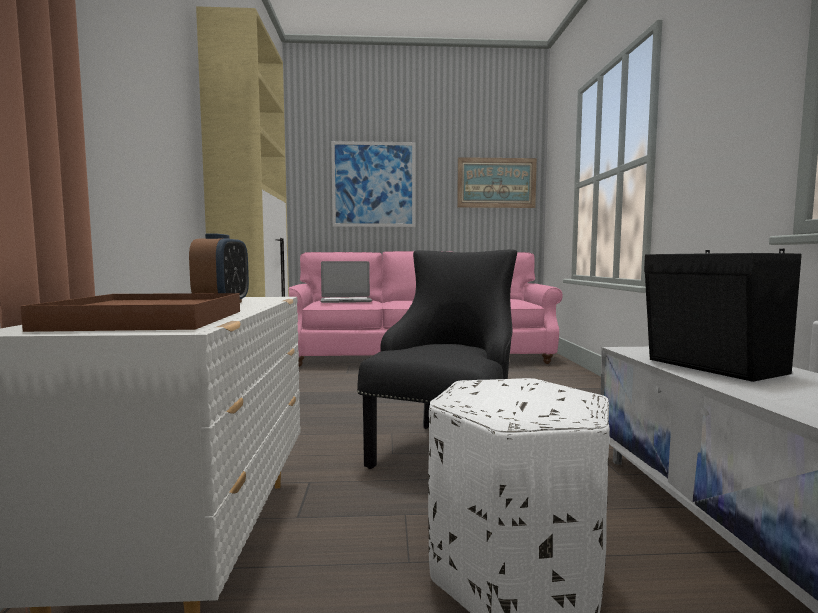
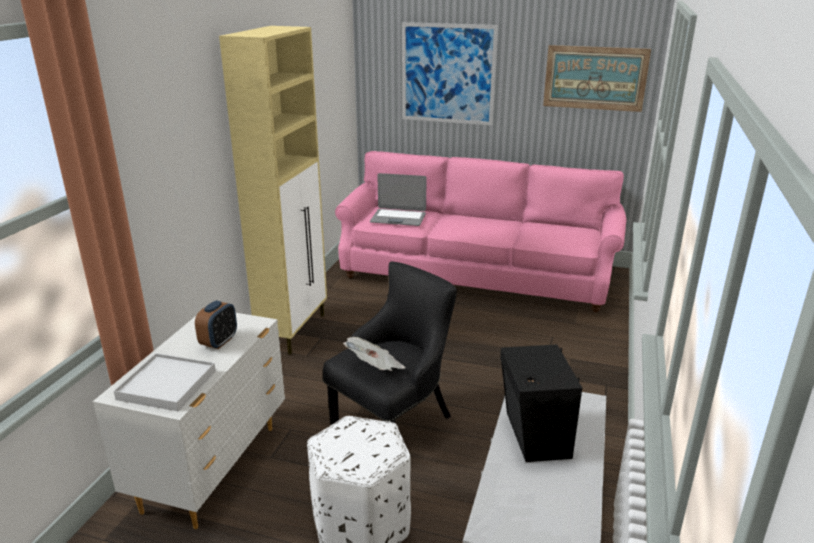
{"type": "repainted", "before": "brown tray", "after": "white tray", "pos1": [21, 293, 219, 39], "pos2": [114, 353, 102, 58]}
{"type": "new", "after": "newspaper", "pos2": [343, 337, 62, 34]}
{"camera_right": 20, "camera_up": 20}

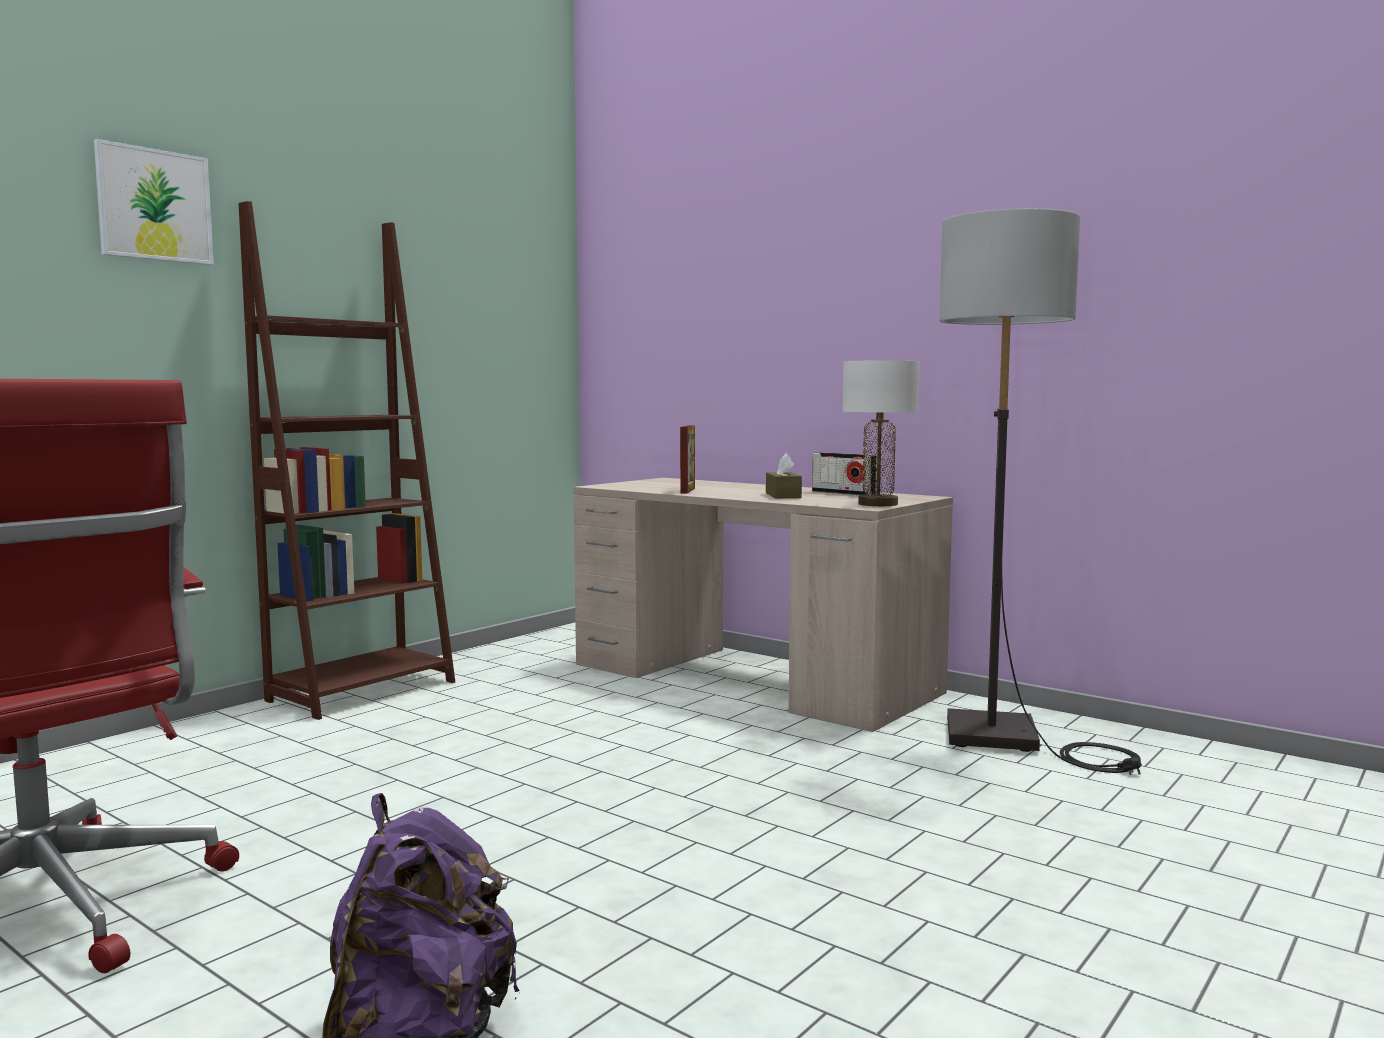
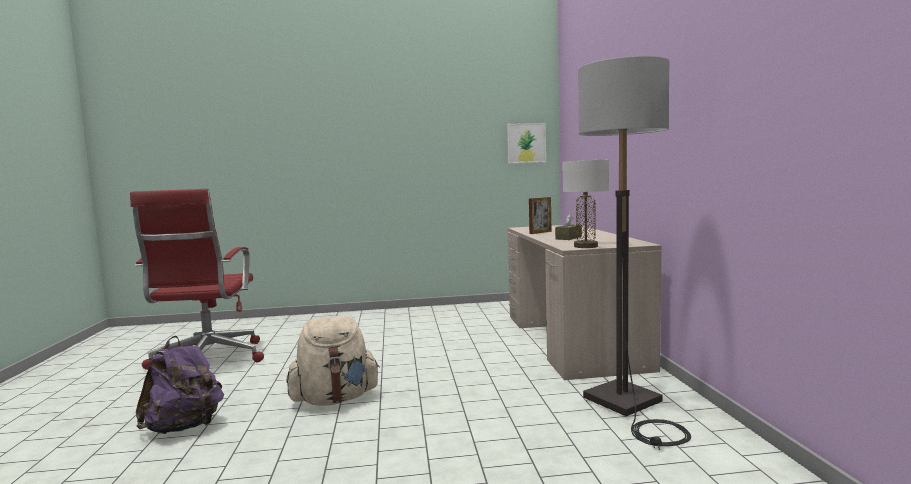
{"type": "new", "after": "beige backpack", "pos2": [286, 316, 94, 90]}
{"type": "shifted", "before": "picture", "pos1": [94, 139, 120, 126], "pos2": [507, 123, 39, 41]}
{"type": "gone", "before": "brown bookcase", "pos1": [239, 201, 216, 519]}
{"type": "gone", "before": "radio", "pos1": [812, 452, 65, 43]}
{"camera_right": 45, "camera_up": 0}

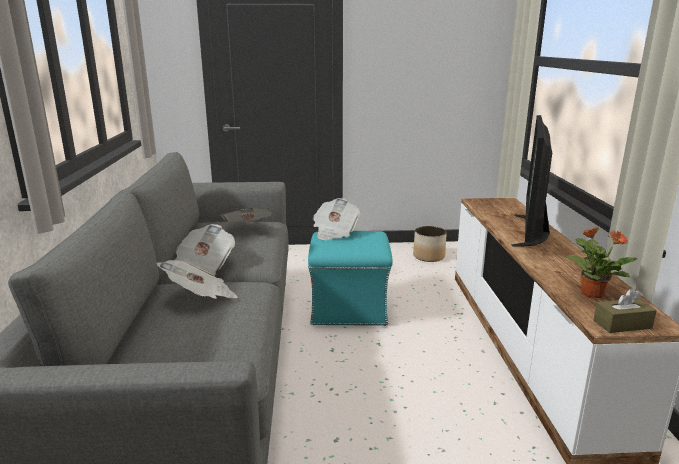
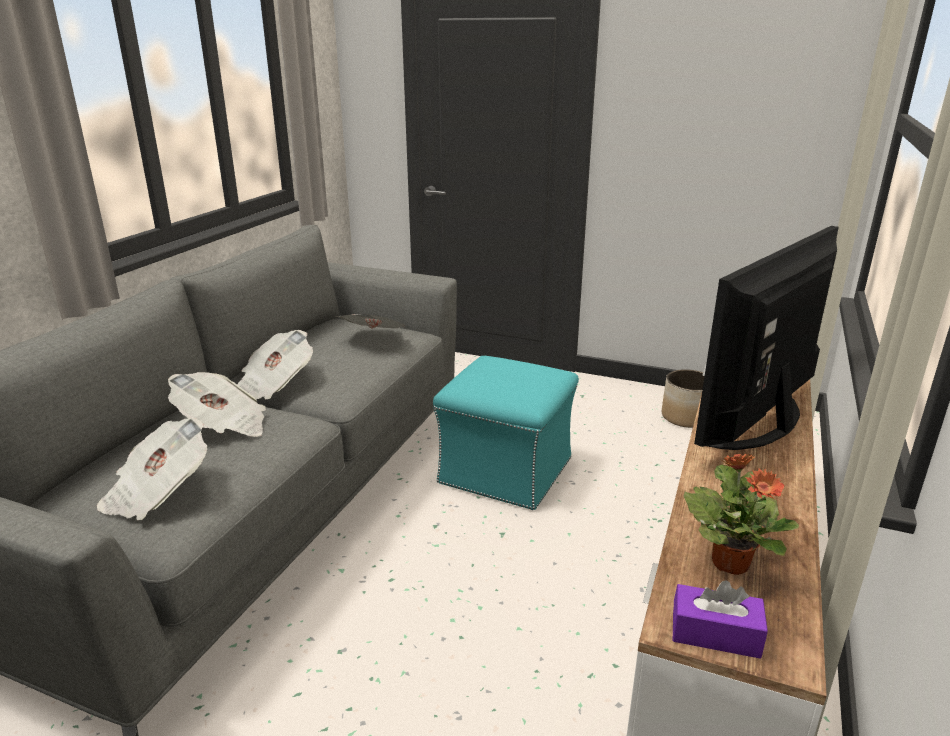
{"type": "shifted", "before": "newspaper", "pos1": [313, 198, 48, 42], "pos2": [97, 418, 110, 102]}
{"type": "repainted", "before": "brown tissue box", "after": "purple tissue box", "pos1": [594, 288, 63, 45], "pos2": [673, 580, 95, 79]}
{"camera_right": 25, "camera_up": 5}

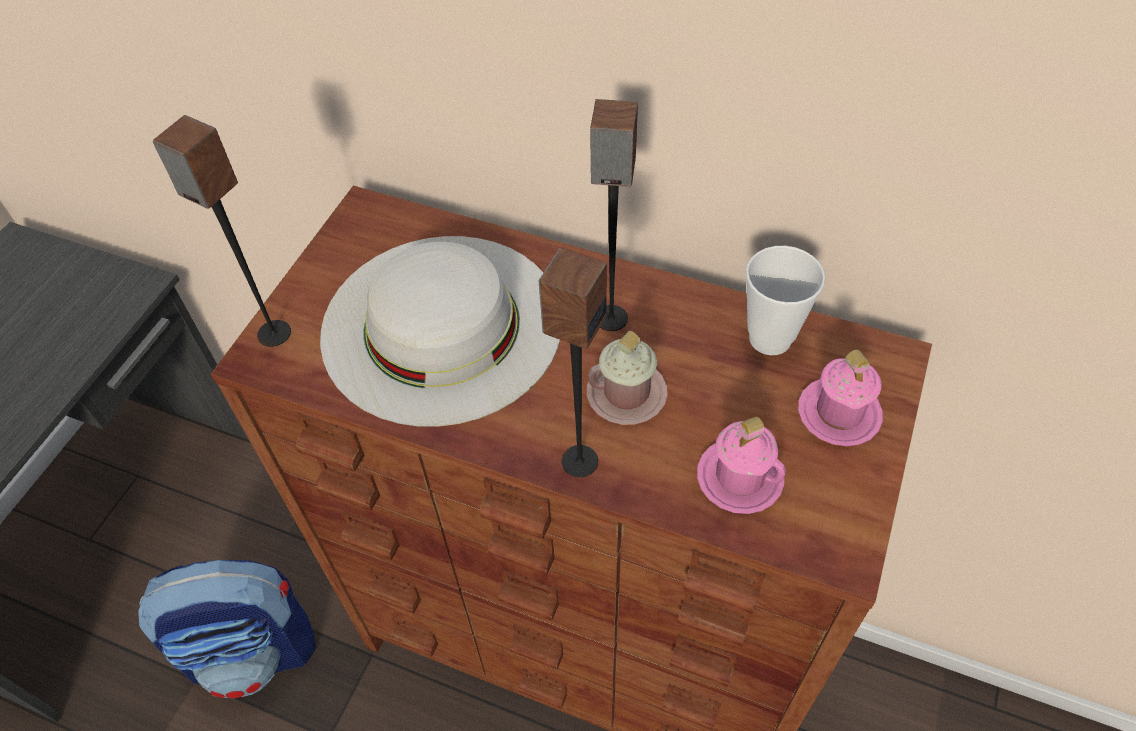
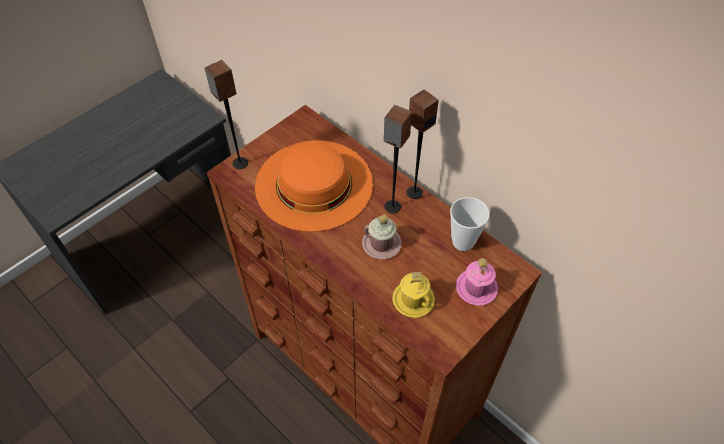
{"type": "repainted", "before": "white hat", "after": "orange hat", "pos1": [320, 236, 240, 191], "pos2": [255, 140, 118, 92]}
{"type": "repainted", "before": "pink mug", "after": "yellow mug", "pos1": [697, 417, 89, 97], "pos2": [392, 272, 43, 46]}
{"type": "shifted", "before": "speaker", "pos1": [538, 248, 69, 229], "pos2": [406, 89, 33, 110]}
{"type": "gone", "before": "backpack", "pos1": [138, 560, 178, 138]}
{"camera_right": 20, "camera_up": 0}

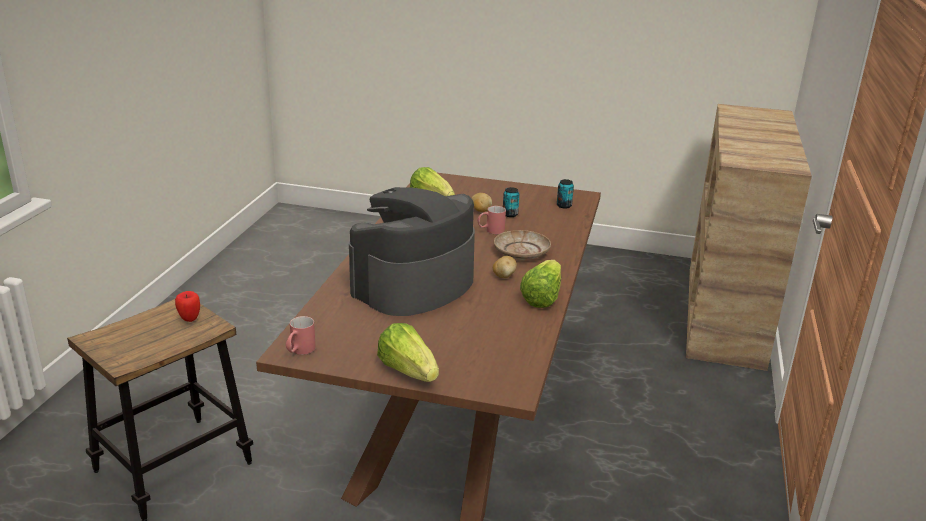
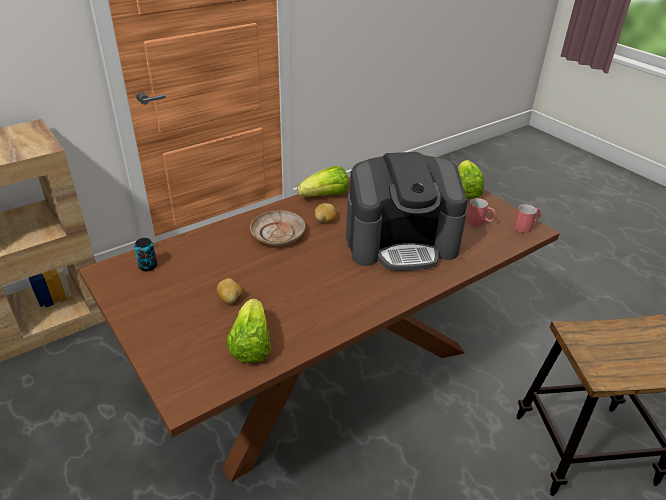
{"type": "shifted", "before": "red mug", "pos1": [477, 206, 29, 28], "pos2": [466, 198, 30, 29]}
{"type": "gone", "before": "apple", "pos1": [175, 291, 25, 31]}
{"type": "gone", "before": "can", "pos1": [503, 187, 16, 30]}
{"camera_right": -140, "camera_up": 10}

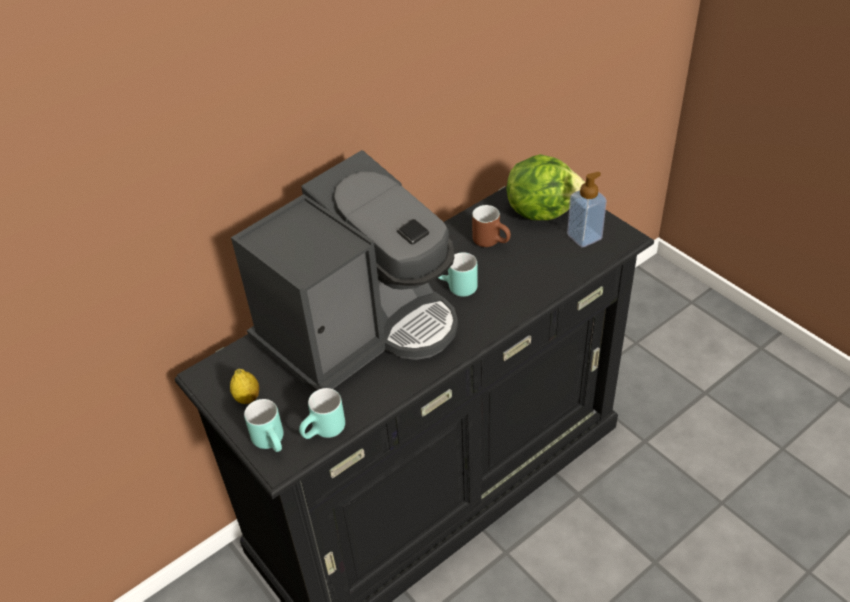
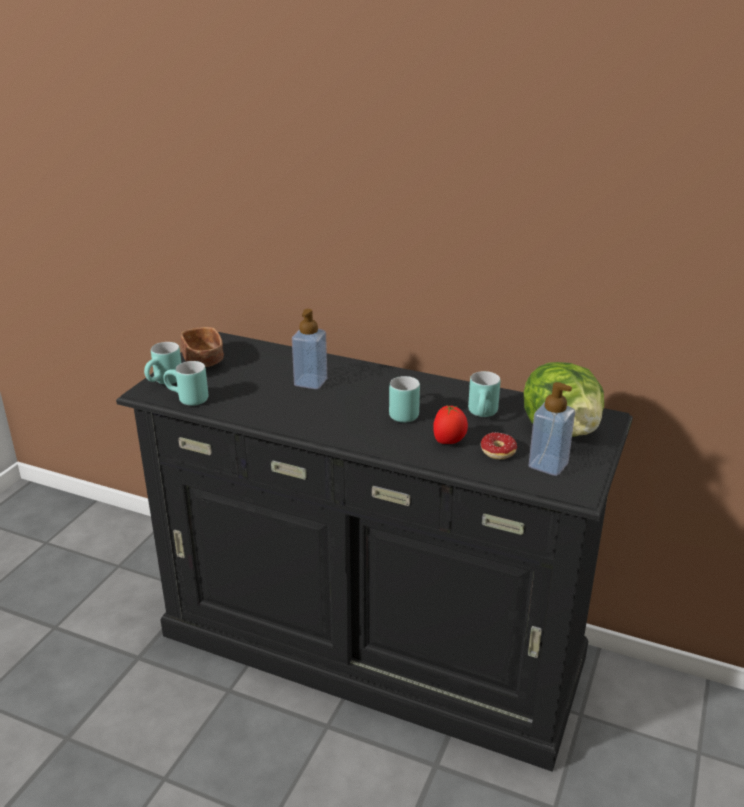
{"type": "swapped", "before": "lemon", "after": "brown bowl", "pos1": [230, 369, 29, 35], "pos2": [181, 327, 43, 40]}
{"type": "swapped", "before": "coffee machine", "after": "soap dispenser", "pos1": [231, 150, 227, 242], "pos2": [292, 309, 35, 80]}
{"type": "new", "after": "tomato", "pos2": [433, 405, 35, 39]}
{"type": "repainted", "before": "brown mug", "after": "turquoise mug", "pos1": [472, 205, 39, 42], "pos2": [468, 371, 32, 46]}
{"type": "new", "after": "donut", "pos2": [481, 432, 36, 27]}
{"camera_right": 60, "camera_up": -15}

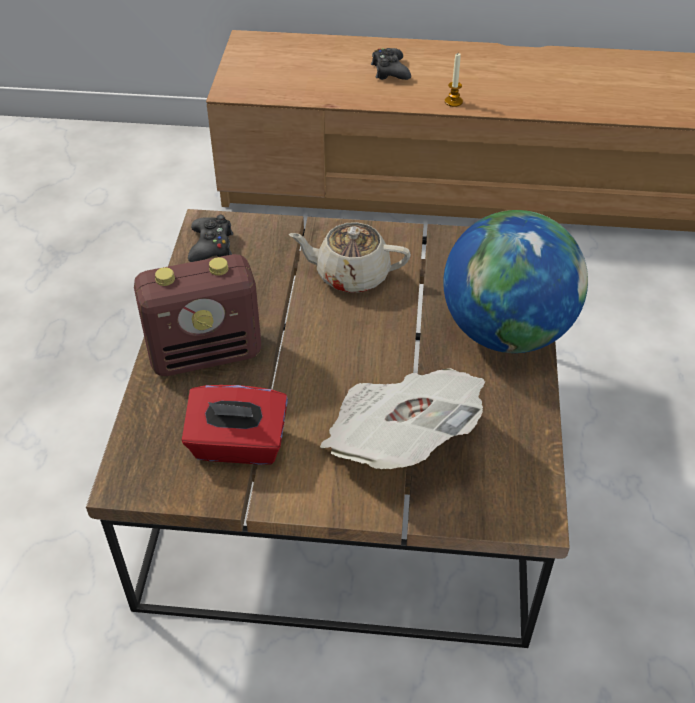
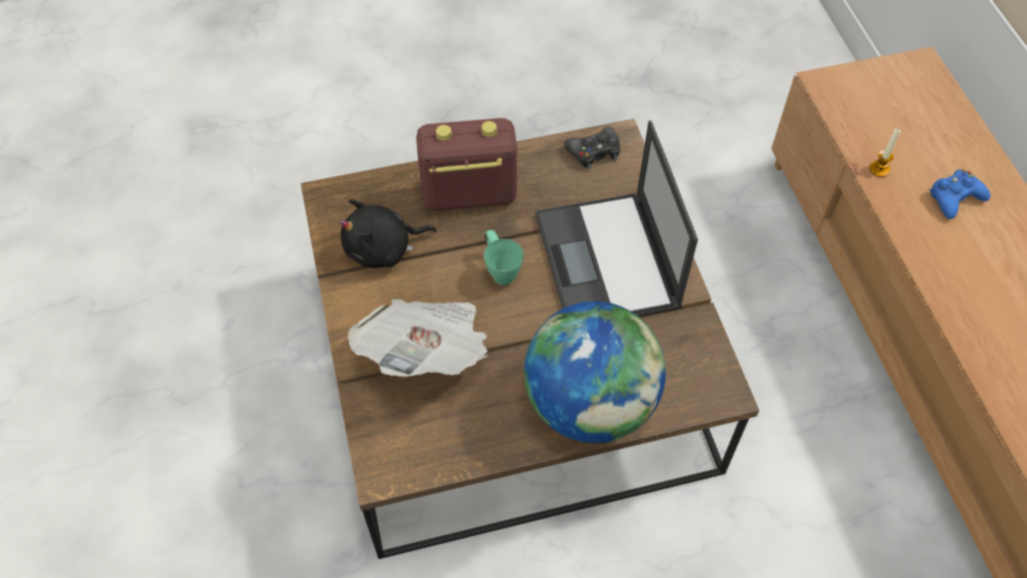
{"type": "swapped", "before": "red tissue box", "after": "black plush toy", "pos1": [182, 385, 106, 80], "pos2": [339, 199, 98, 69]}
{"type": "rotated", "before": "radio", "pos1": [134, 254, 127, 122], "pos2": [416, 118, 101, 93], "turn": 120}
{"type": "new", "after": "green mug", "pos2": [484, 230, 40, 56]}
{"type": "swapped", "before": "beige teapot", "after": "laptop", "pos1": [289, 222, 122, 71], "pos2": [535, 121, 163, 196]}
{"type": "shifted", "before": "candle", "pos1": [445, 53, 18, 54], "pos2": [870, 129, 31, 48]}
{"type": "repainted", "before": "black game controller", "after": "blue game controller", "pos1": [371, 48, 40, 32], "pos2": [930, 169, 61, 50]}
{"camera_right": 70, "camera_up": 10}

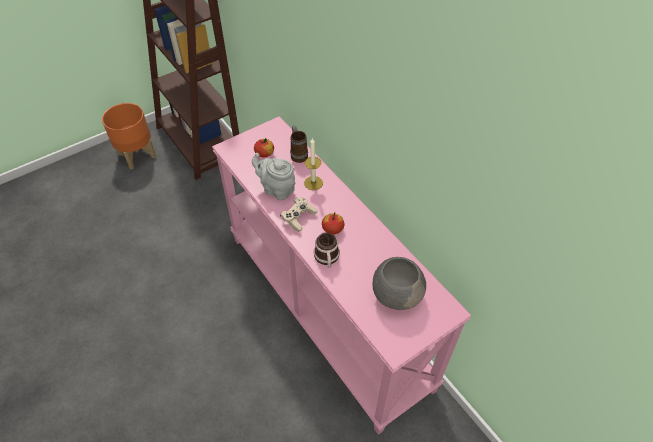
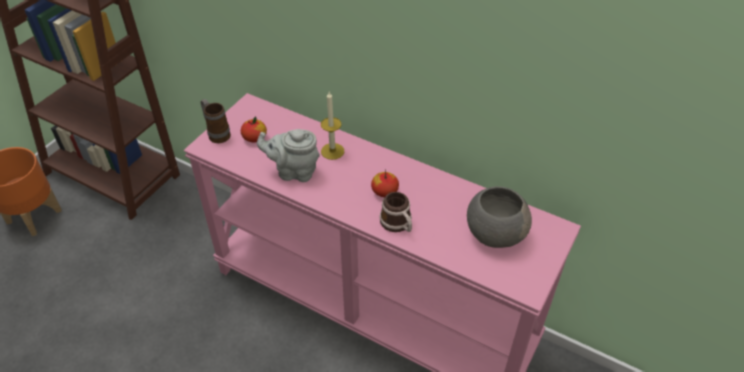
{"type": "shifted", "before": "mug", "pos1": [290, 126, 18, 37], "pos2": [201, 99, 30, 44]}
{"type": "gone", "before": "beige game controller", "pos1": [280, 197, 38, 35]}
{"camera_right": -25, "camera_up": -5}

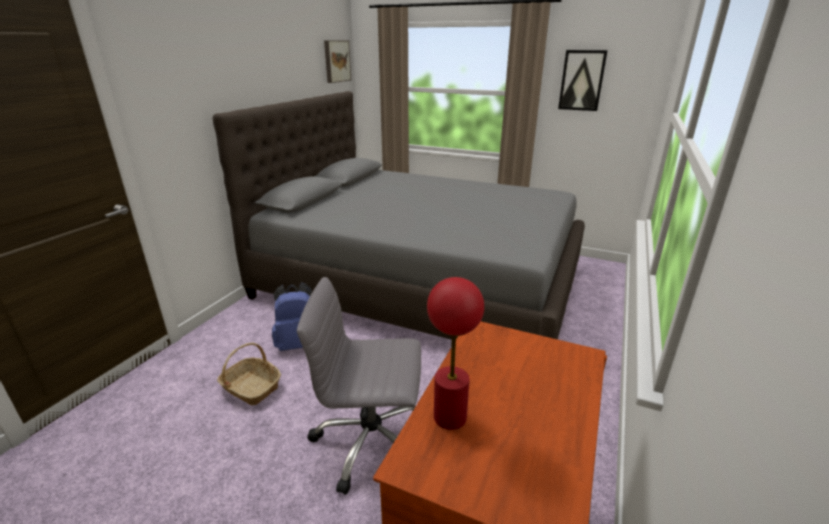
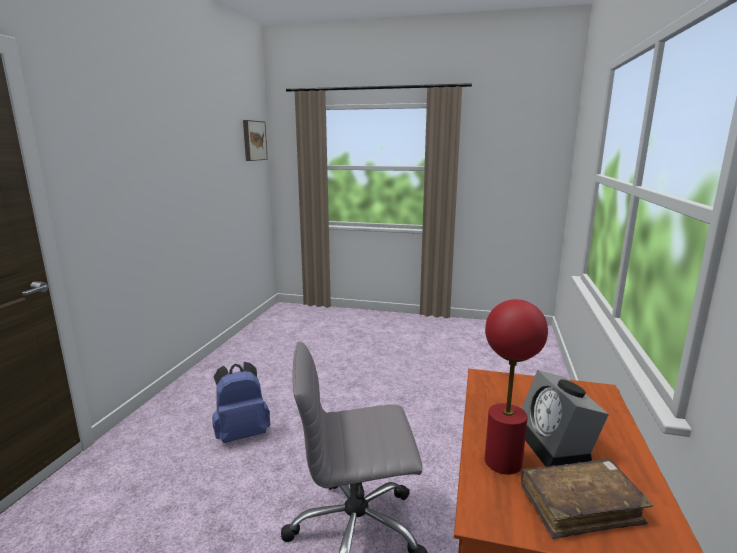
{"type": "new", "after": "alarm clock", "pos2": [521, 370, 88, 97]}
{"type": "new", "after": "brown book", "pos2": [521, 459, 132, 80]}
{"type": "gone", "before": "grey bed", "pos1": [213, 91, 372, 249]}
{"type": "gone", "before": "basket", "pos1": [217, 343, 64, 62]}
{"type": "gone", "before": "picture", "pos1": [558, 50, 50, 61]}
{"camera_right": -10, "camera_up": -10}

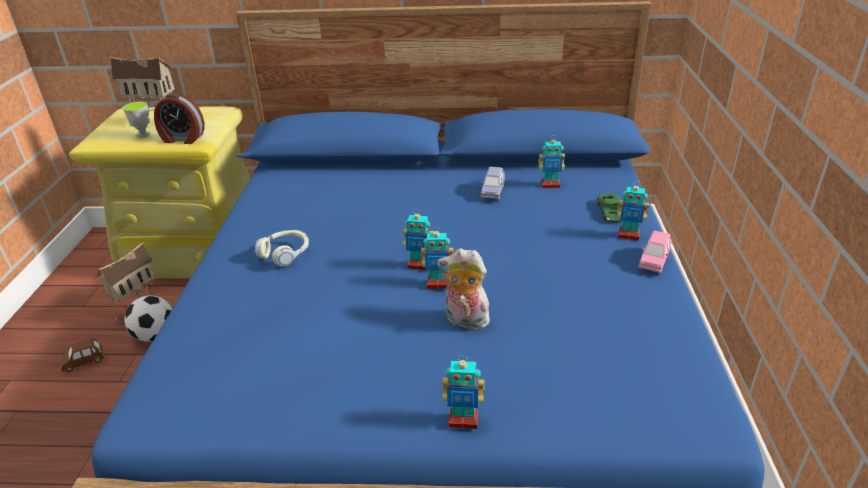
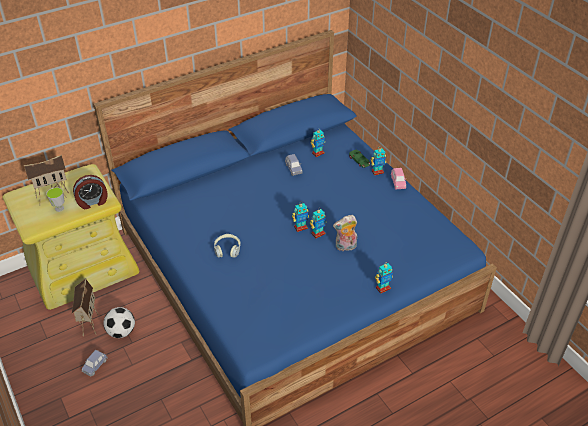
{"type": "repainted", "before": "brown toy car", "after": "blue toy car", "pos1": [61, 338, 43, 34], "pos2": [82, 350, 25, 26]}
{"camera_right": -35, "camera_up": 10}

